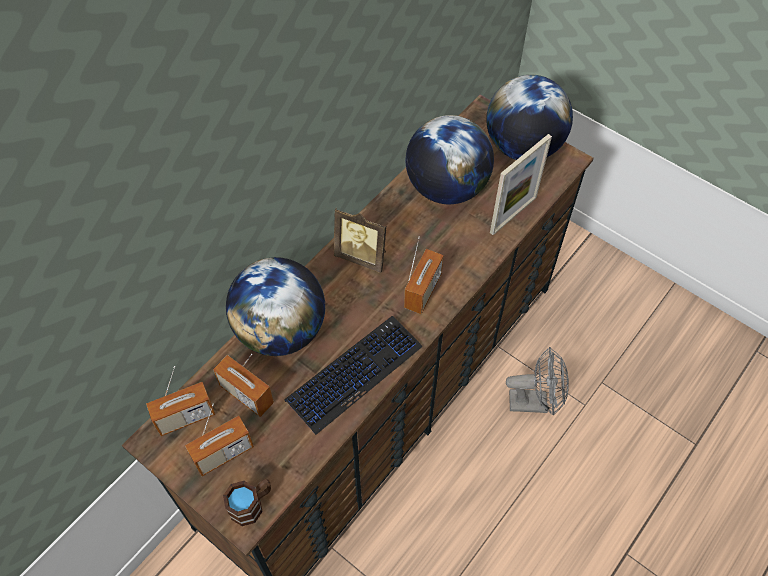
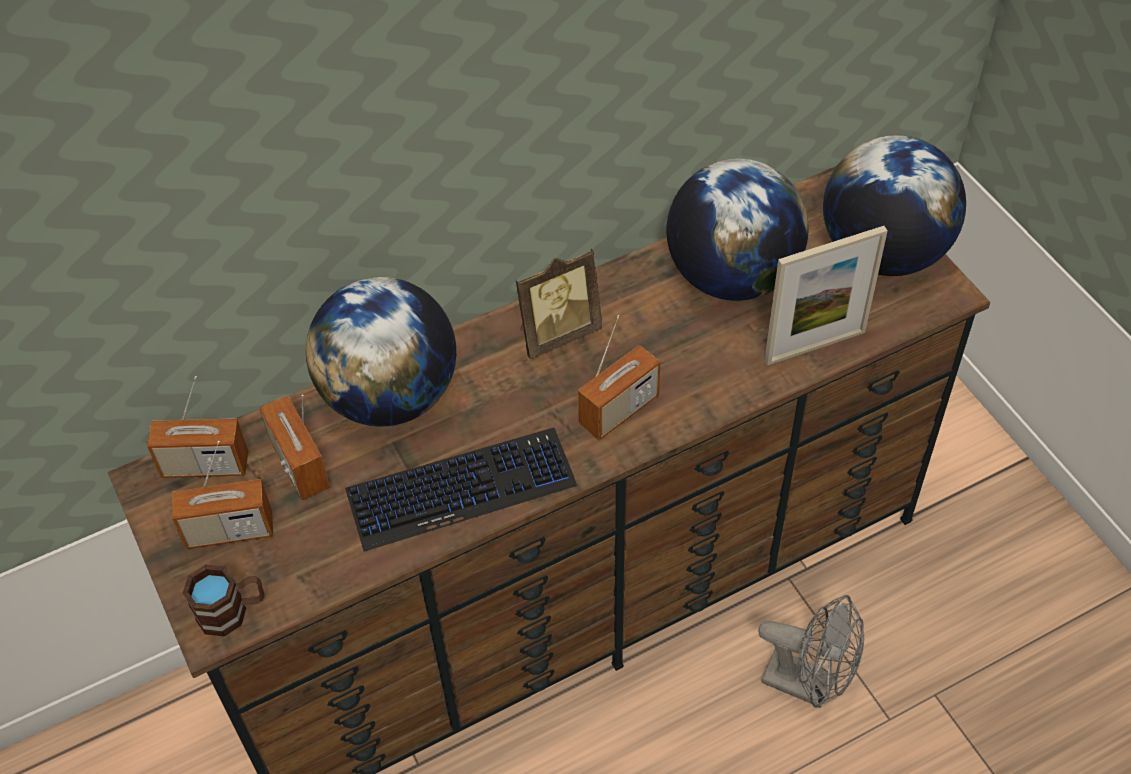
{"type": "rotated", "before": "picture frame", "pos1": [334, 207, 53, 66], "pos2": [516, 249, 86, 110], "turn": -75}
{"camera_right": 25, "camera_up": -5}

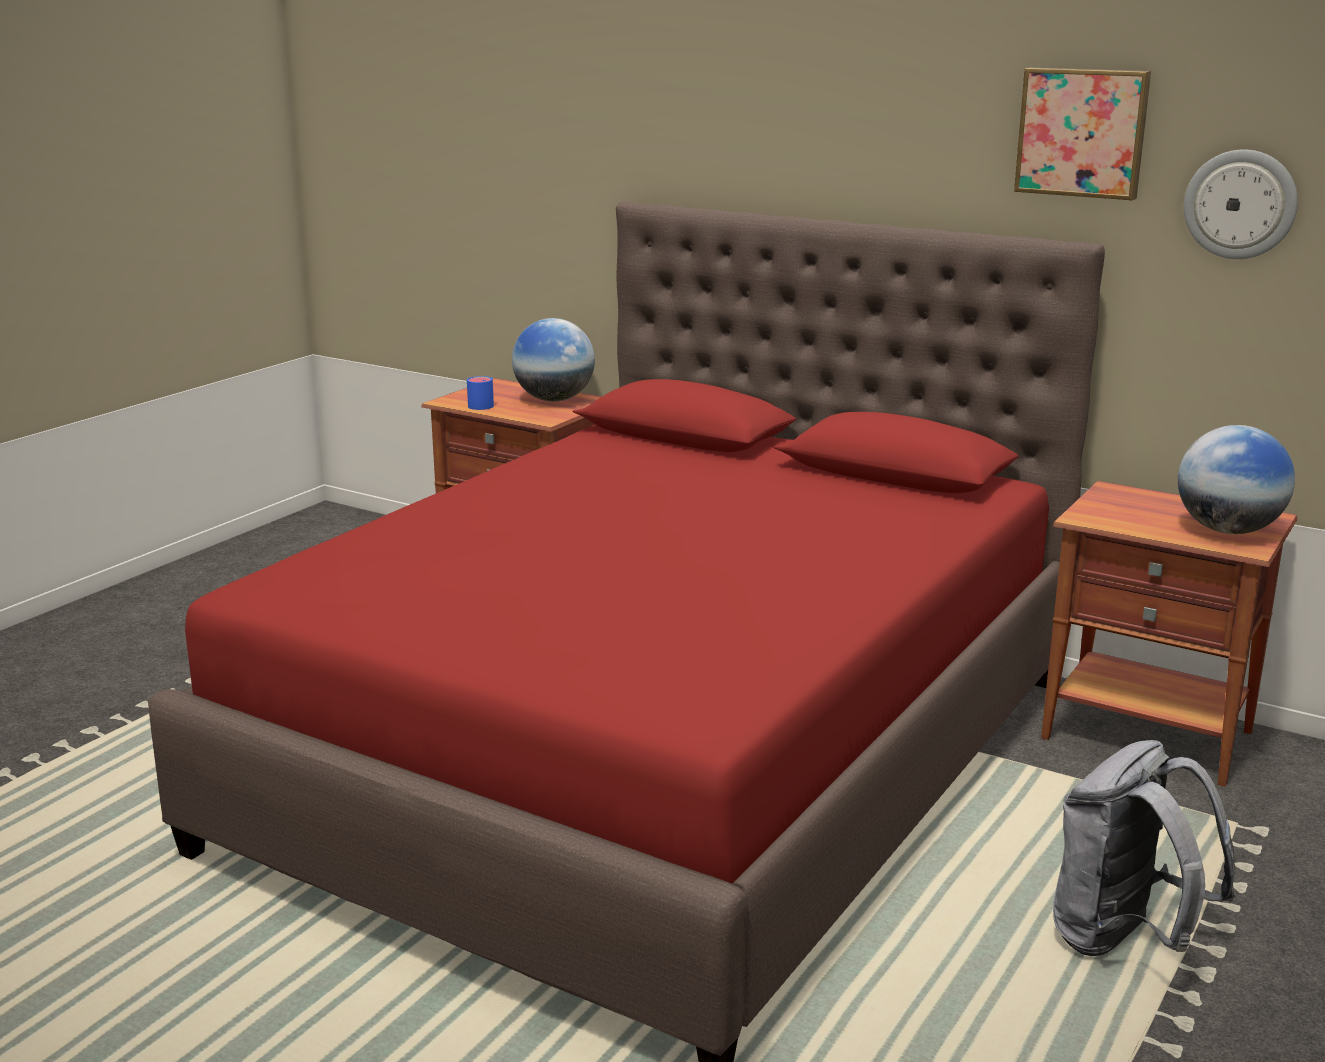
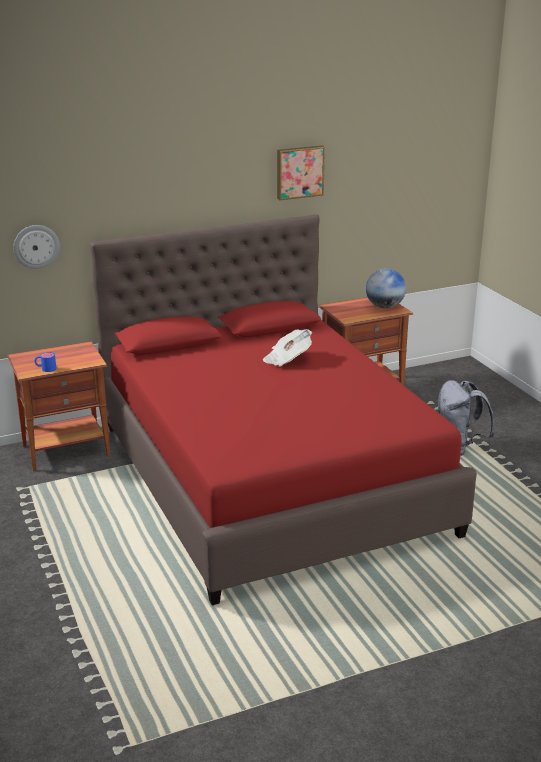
{"type": "shifted", "before": "wall clock", "pos1": [1184, 149, 114, 110], "pos2": [13, 225, 47, 44]}
{"type": "new", "after": "newspaper", "pos2": [263, 329, 49, 38]}
{"type": "gone", "before": "globe", "pos1": [512, 318, 83, 84]}
{"camera_right": -55, "camera_up": 5}

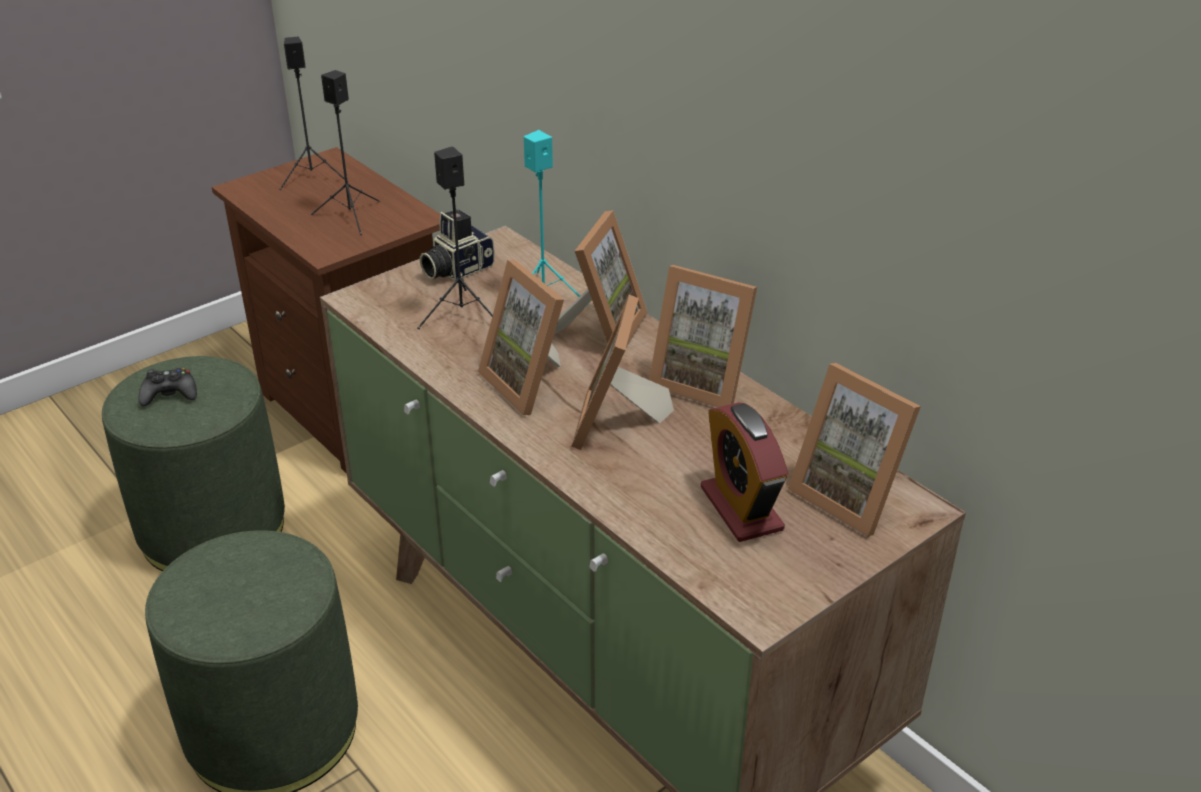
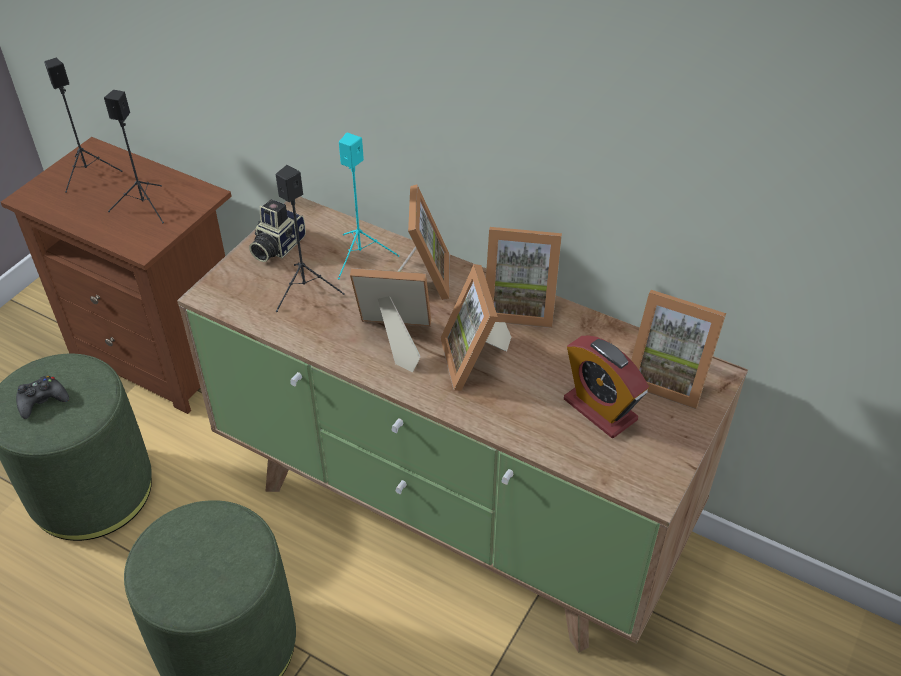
{"type": "rotated", "before": "picture frame", "pos1": [478, 260, 86, 155], "pos2": [350, 268, 81, 104], "turn": 150}
{"camera_right": -20, "camera_up": 10}

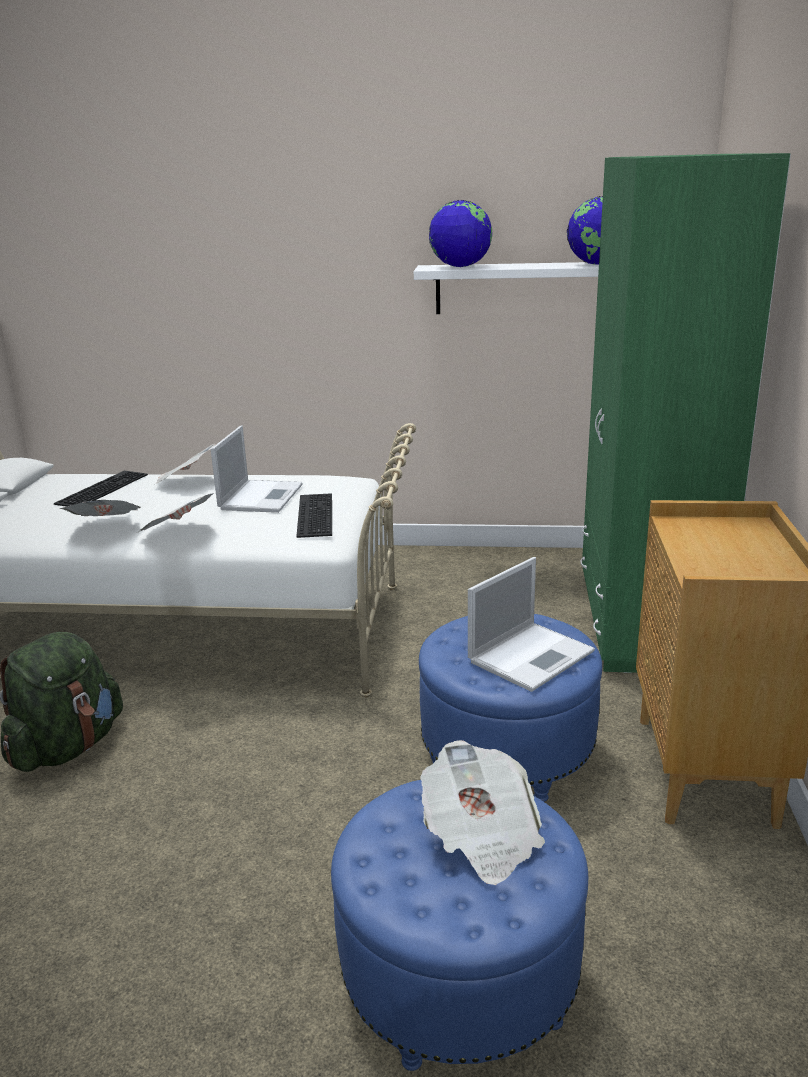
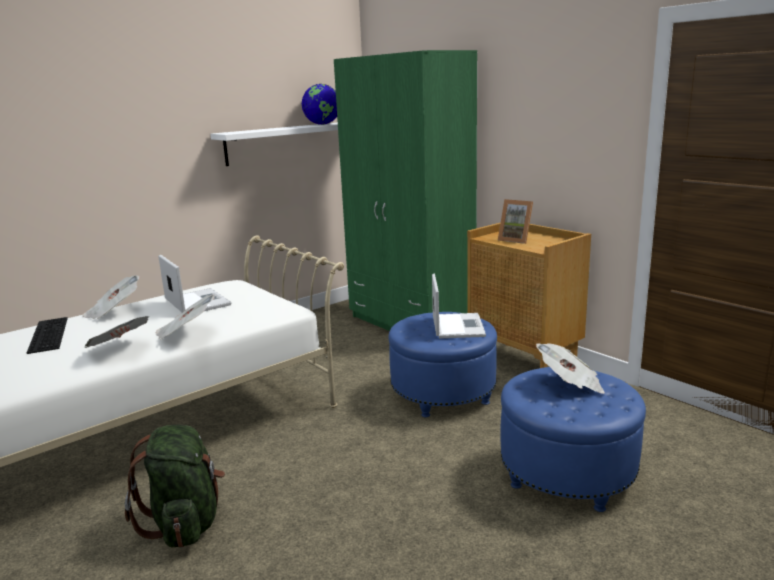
{"type": "new", "after": "picture frame", "pos2": [498, 199, 35, 45]}
{"type": "gone", "before": "keyboard", "pos1": [296, 493, 36, 45]}
{"type": "gone", "before": "globe", "pos1": [429, 200, 63, 67]}
{"camera_right": -45, "camera_up": -5}

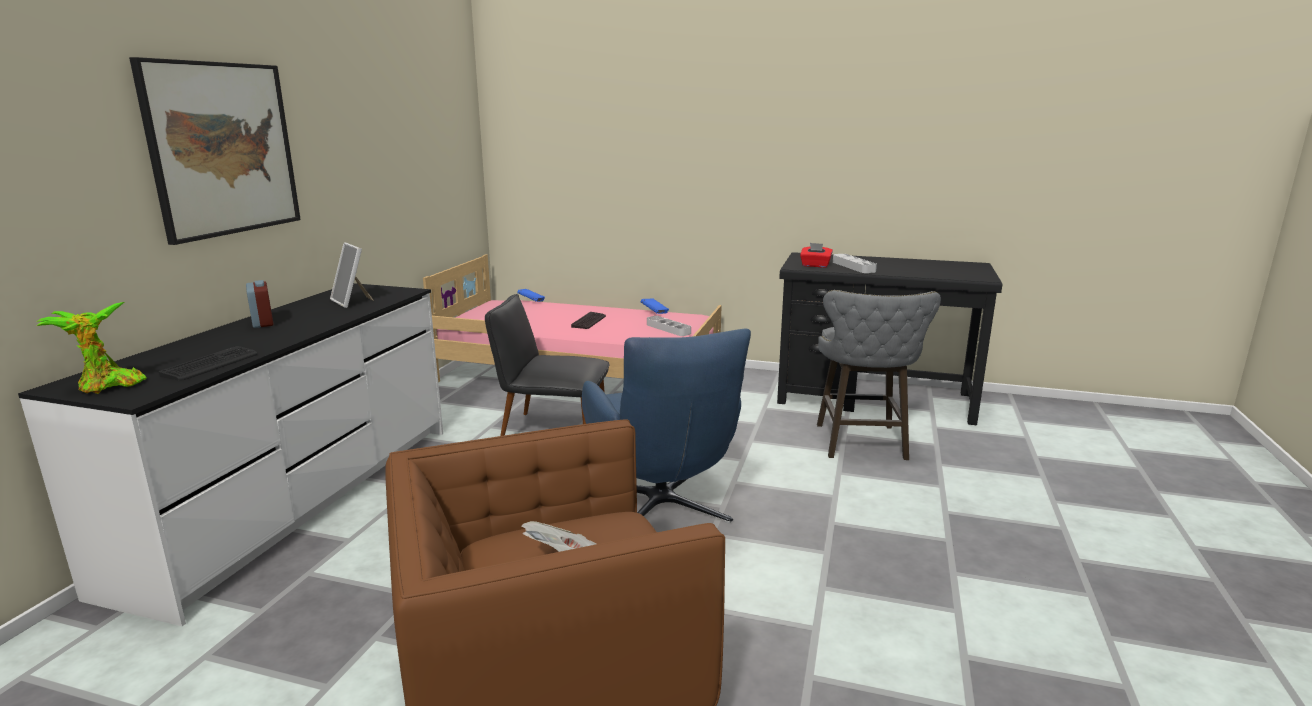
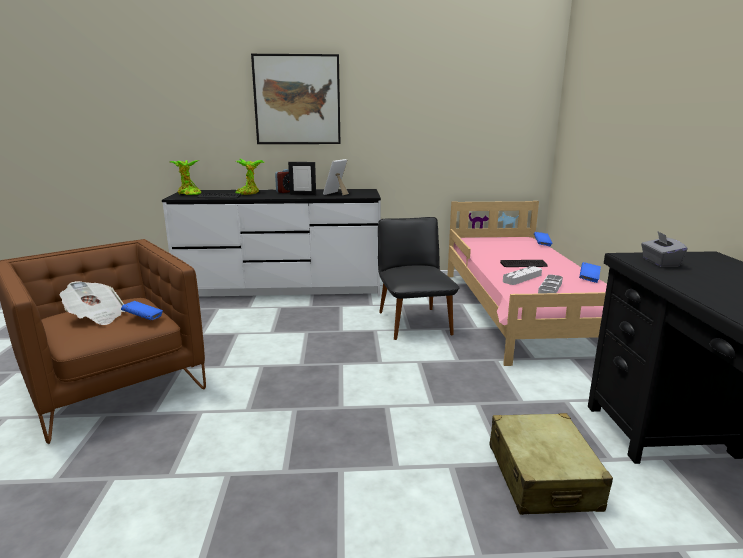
{"type": "new", "after": "blue book", "pos2": [121, 301, 42, 19]}
{"type": "new", "after": "potted plant", "pos2": [235, 159, 30, 36]}
{"type": "new", "after": "picture frame", "pos2": [288, 162, 28, 33]}
{"type": "swapped", "before": "grey stool", "after": "beige suitcase", "pos1": [817, 290, 124, 170], "pos2": [489, 413, 124, 102]}
{"type": "shifted", "before": "grey tray", "pos1": [833, 254, 44, 19], "pos2": [503, 266, 39, 19]}
{"type": "repainted", "before": "red tissue box", "after": "grey tissue box", "pos1": [800, 243, 33, 25], "pos2": [641, 232, 47, 35]}
{"type": "gone", "before": "blue armchair", "pos1": [582, 329, 169, 195]}
{"camera_right": 70, "camera_up": 0}

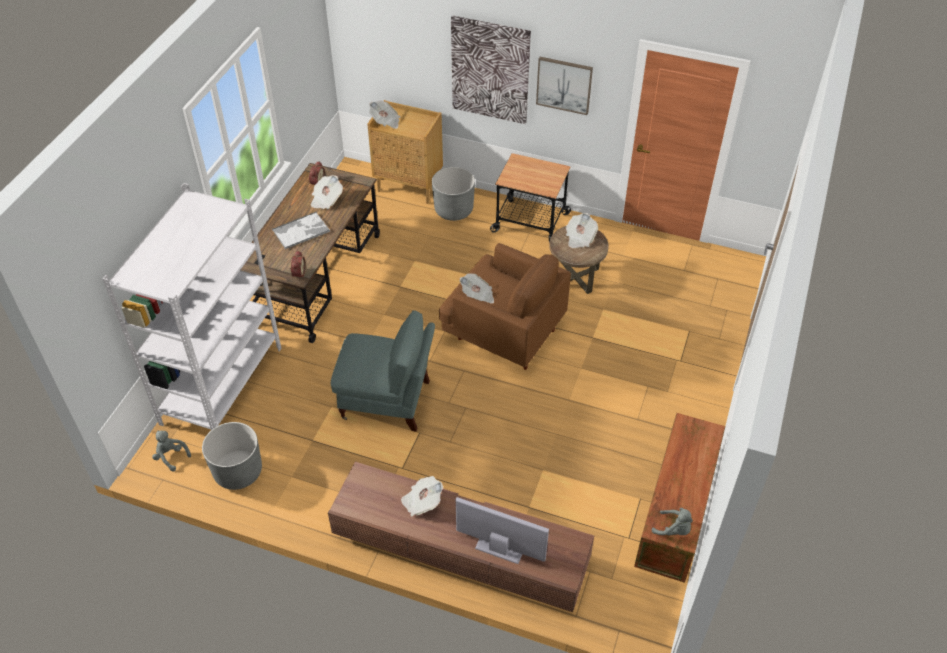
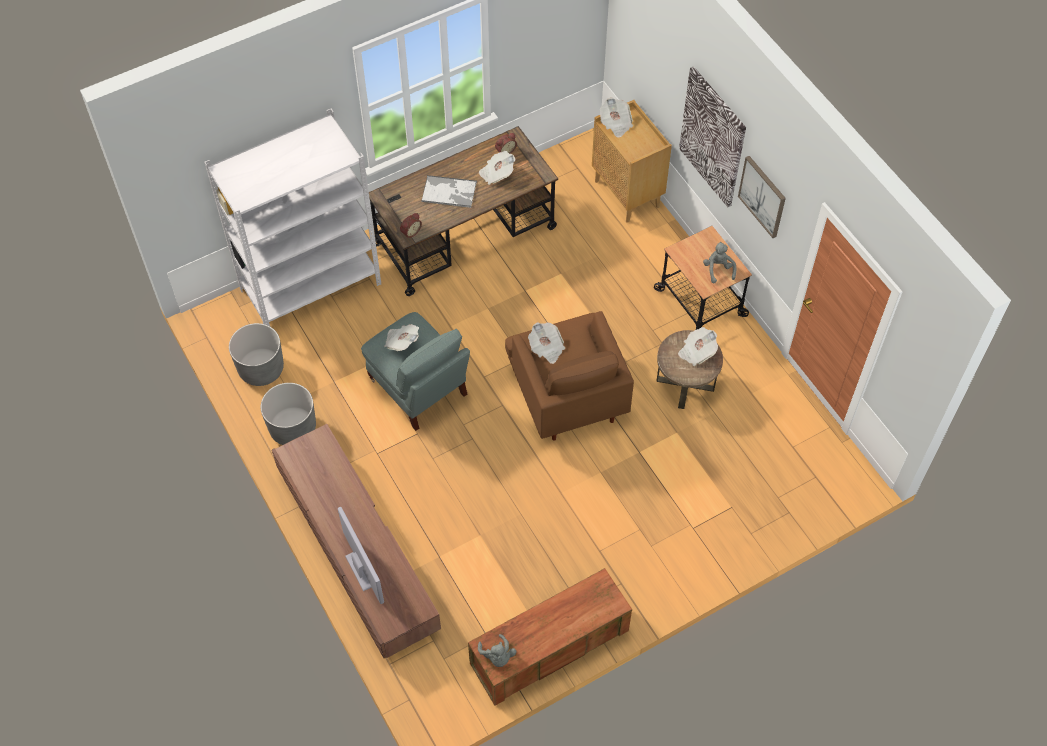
{"type": "shifted", "before": "grey planter", "pos1": [432, 167, 43, 54], "pos2": [261, 383, 55, 62]}
{"type": "shifted", "before": "newspaper", "pos1": [401, 476, 42, 40], "pos2": [384, 324, 35, 27]}
{"type": "shifted", "before": "grey plush toy", "pos1": [152, 430, 39, 41], "pos2": [703, 241, 33, 42]}
{"camera_right": 40, "camera_up": 10}

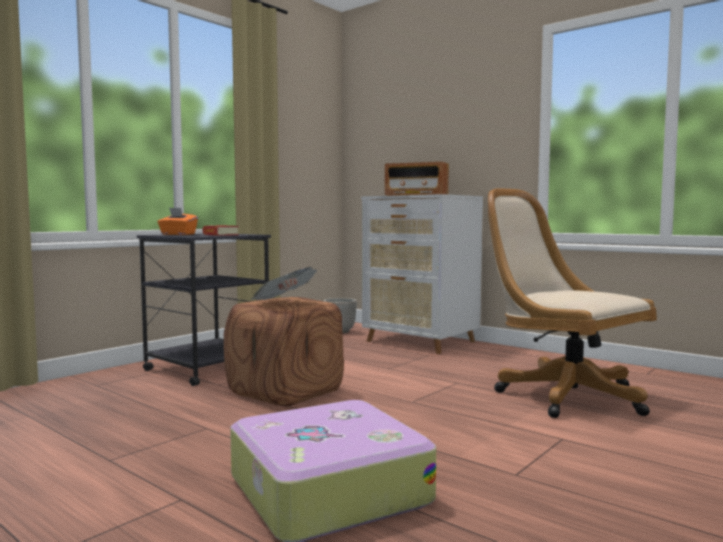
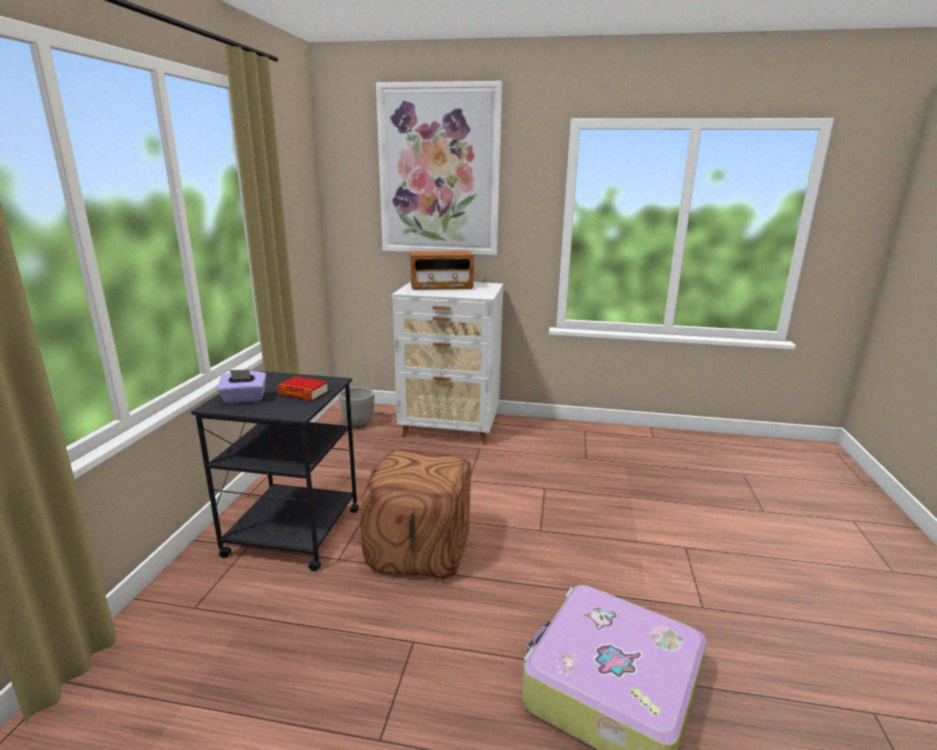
{"type": "repainted", "before": "orange tissue box", "after": "purple tissue box", "pos1": [157, 208, 41, 27], "pos2": [218, 369, 48, 35]}
{"type": "new", "after": "picture", "pos2": [376, 81, 126, 174]}
{"type": "gone", "before": "newspaper", "pos1": [251, 267, 66, 33]}
{"type": "gone", "before": "office chair", "pos1": [488, 188, 169, 230]}
{"camera_right": -30, "camera_up": 15}

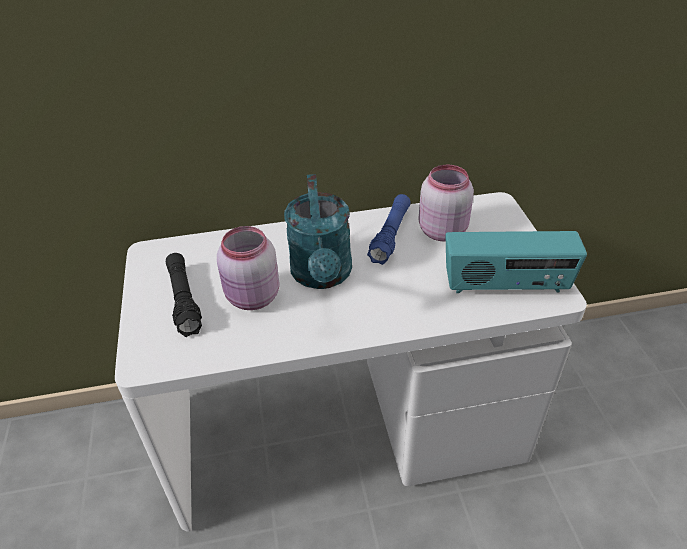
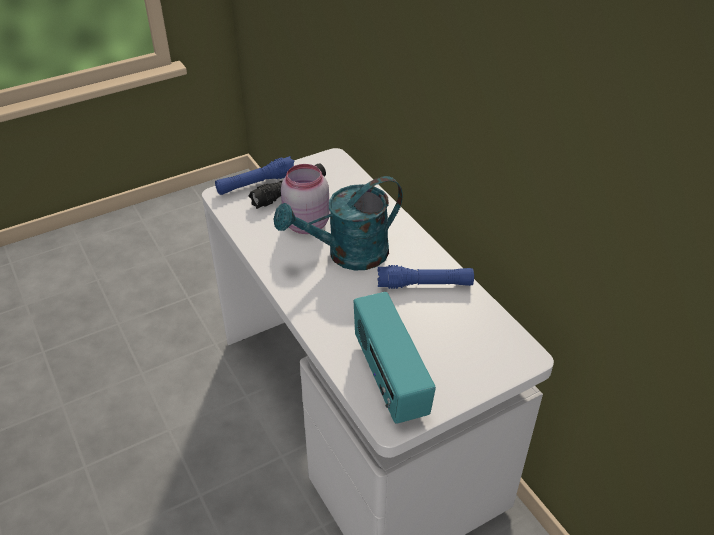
{"type": "new", "after": "blue flashlight", "pos2": [215, 156, 79, 39]}
{"type": "gone", "before": "pink jar", "pos1": [419, 165, 55, 77]}
{"camera_right": 70, "camera_up": 0}

